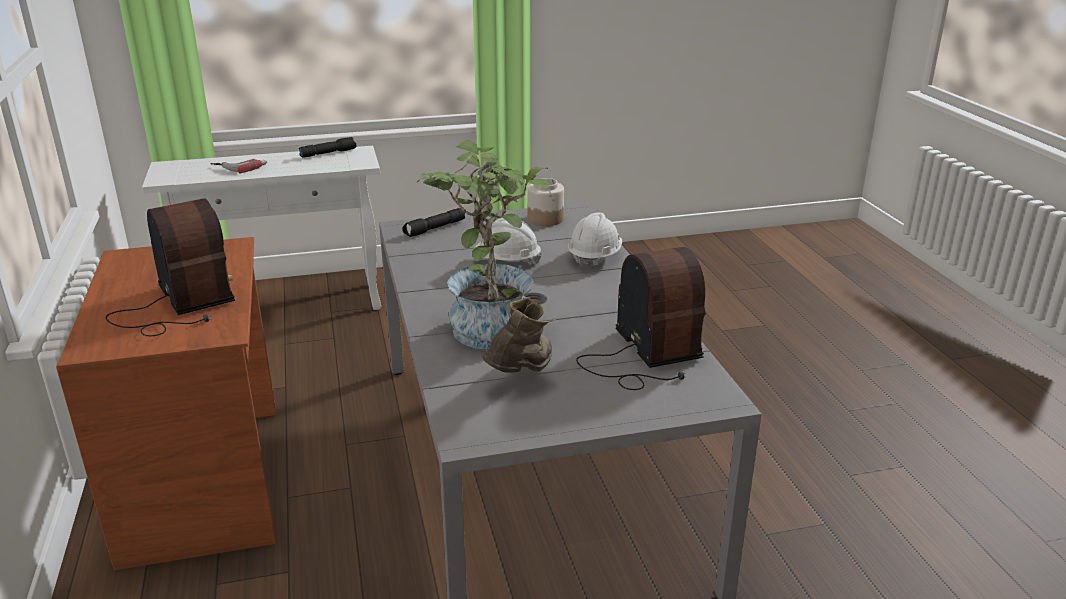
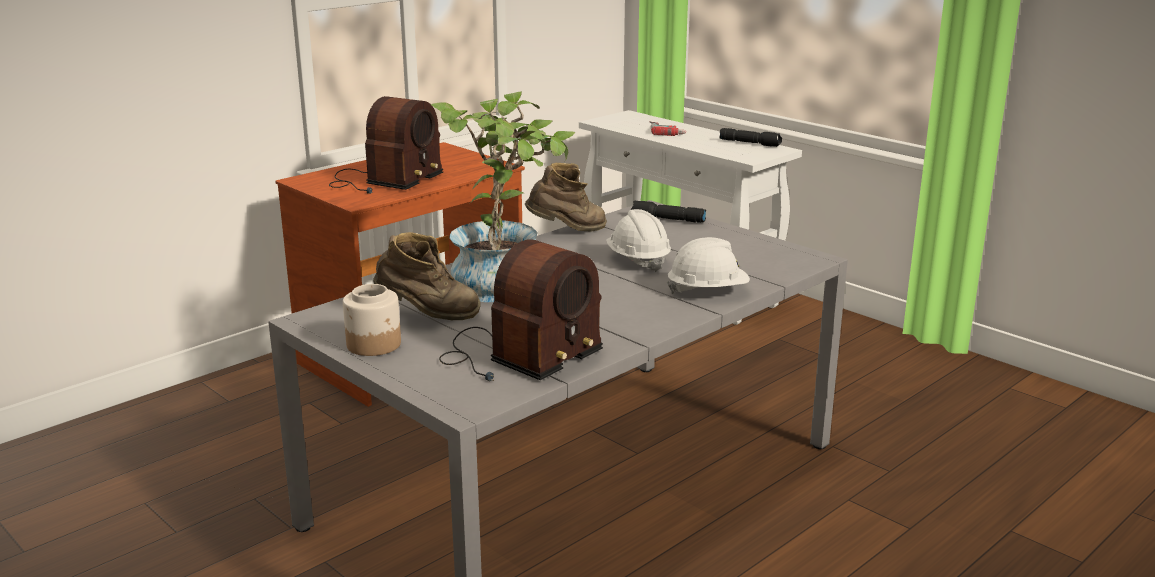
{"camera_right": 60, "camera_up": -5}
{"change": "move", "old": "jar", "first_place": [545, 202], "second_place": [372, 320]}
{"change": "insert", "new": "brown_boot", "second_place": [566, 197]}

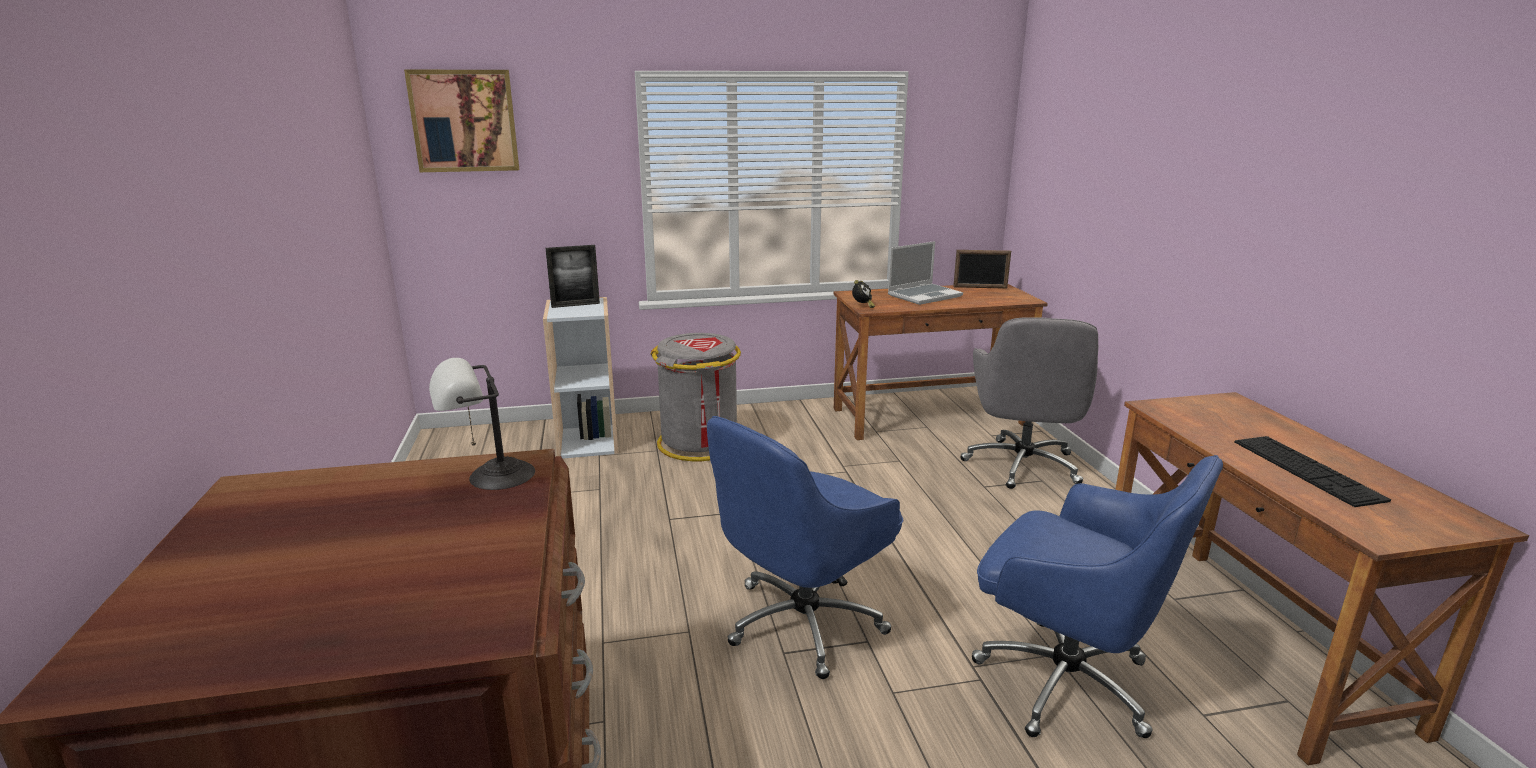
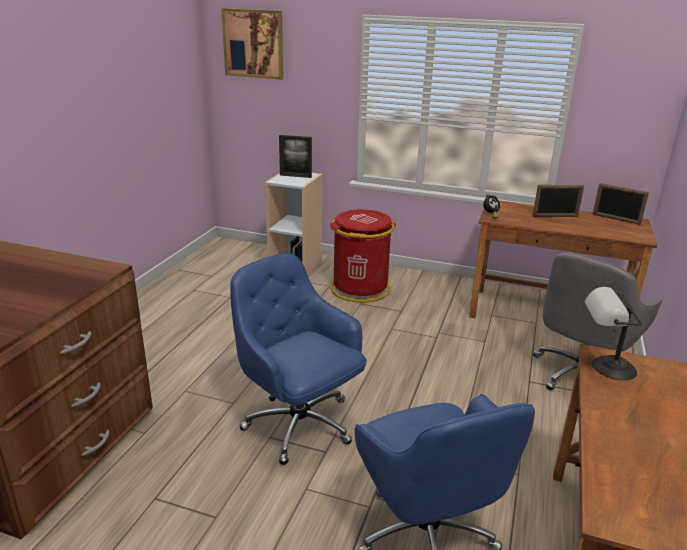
{"camera_right": 30, "camera_up": 5}
{"change": "move", "old": "table_lamp", "first_place": [482, 424], "second_place": [613, 333]}
{"change": "recolor", "old": "grey_trash_can", "new": "red_trash_can", "first_place": [695, 397], "second_place": [363, 256]}
{"change": "rotate", "old": "blue_office_chair", "first_place": [805, 547], "second_place": [298, 359], "degrees": 60}
{"change": "replace", "old": "laptop", "new": "picture_frame", "first_place": [925, 273], "second_place": [558, 201]}
{"change": "delete", "old": "keyboard", "first_place": [1313, 471]}

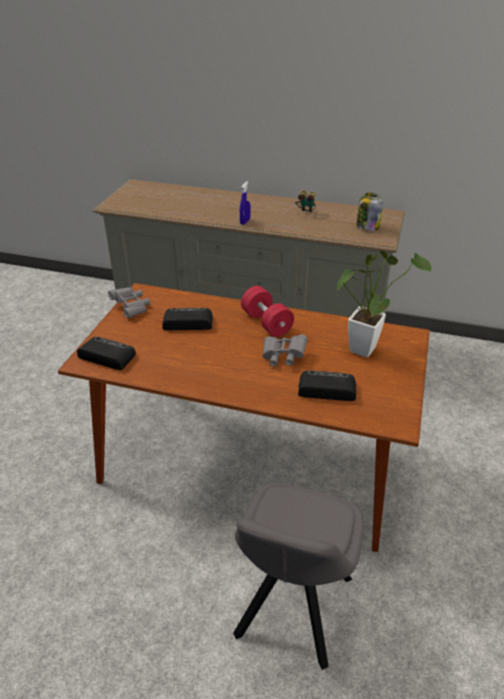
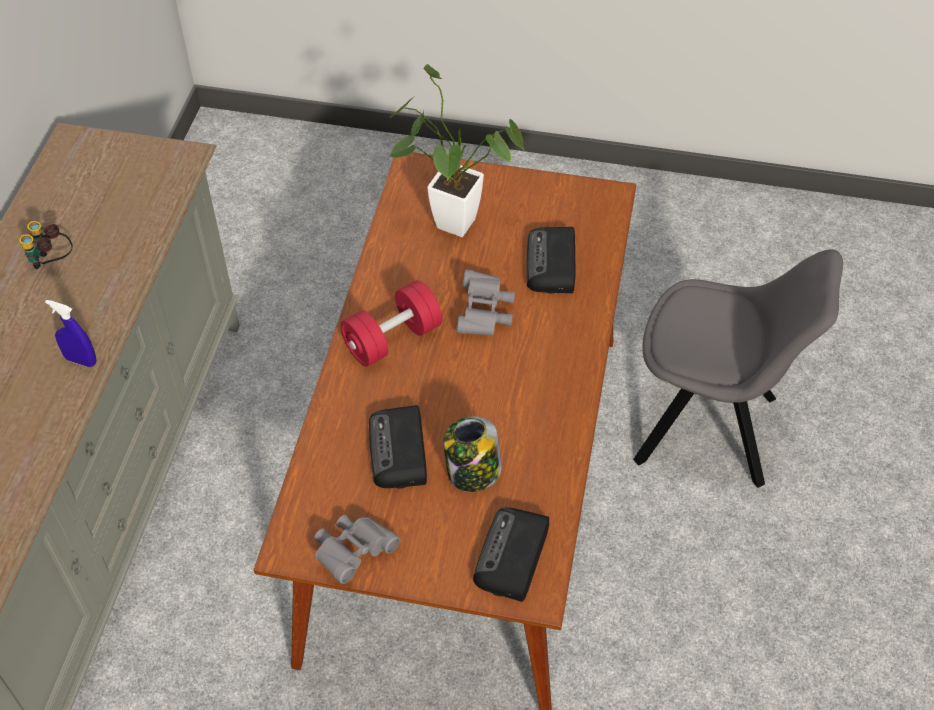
{"camera_right": -95, "camera_up": 15}
{"change": "move", "old": "jar", "first_place": [369, 212], "second_place": [472, 454]}

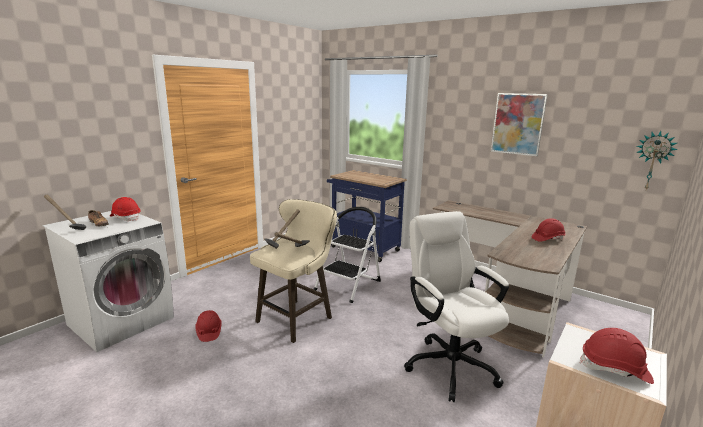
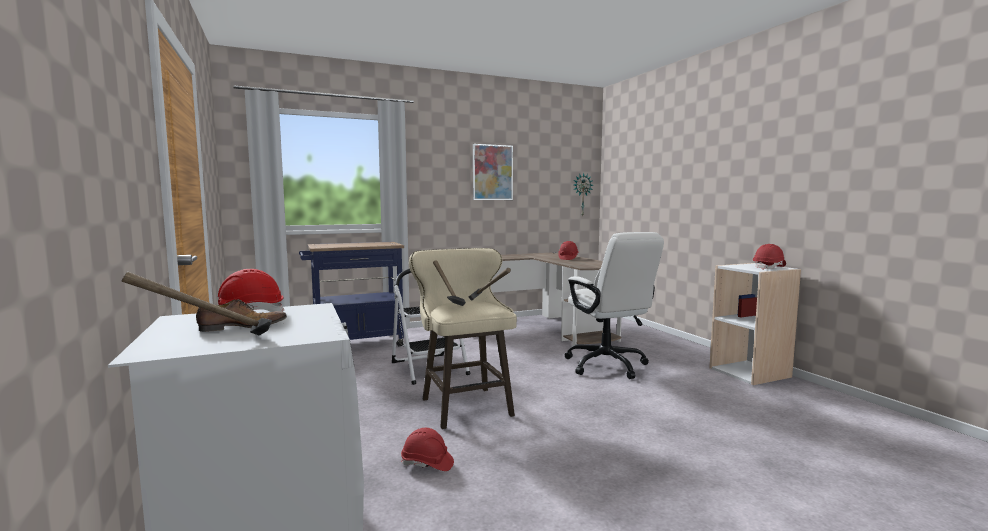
{"camera_right": -60, "camera_up": -10}
{"change": "rotate", "old": "white_office_chair", "first_place": [456, 306], "second_place": [614, 305], "degrees": -120}

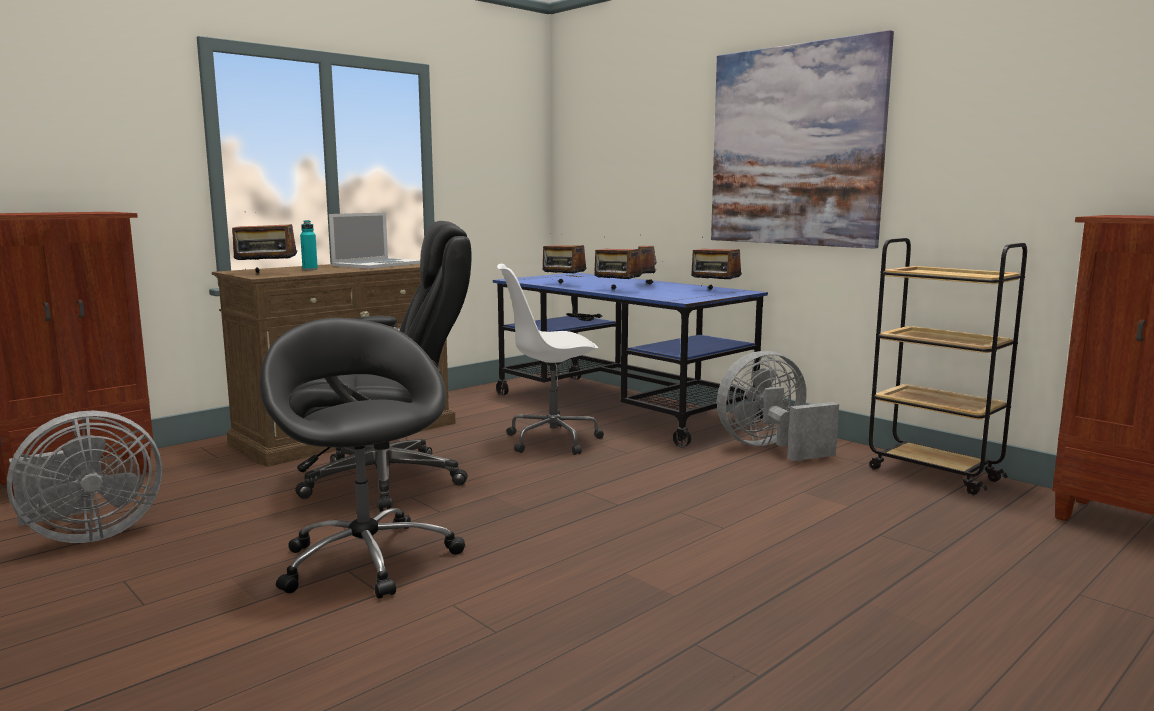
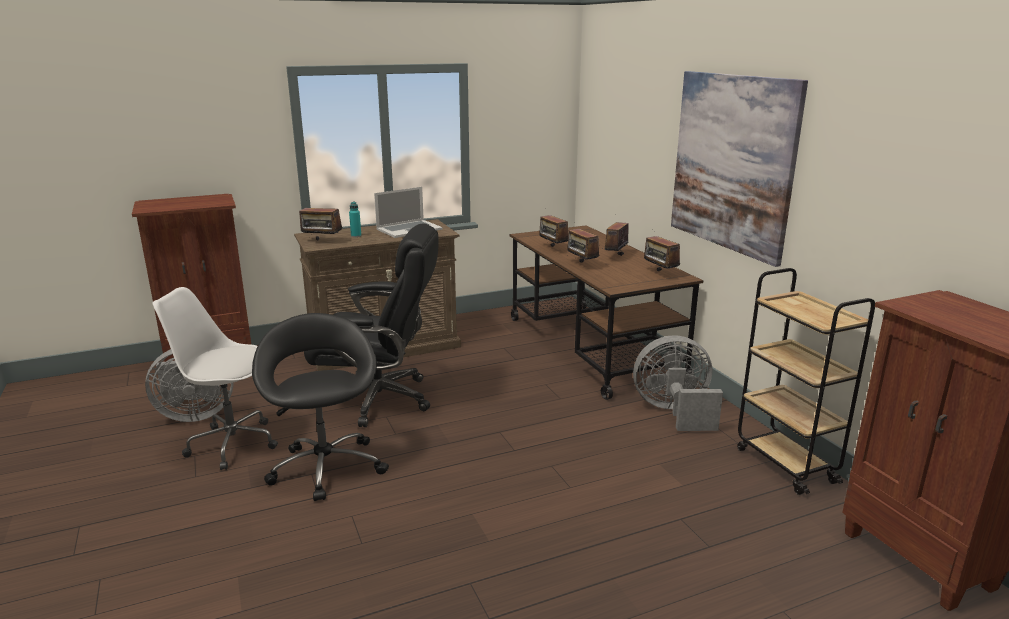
{"camera_right": 20, "camera_up": 10}
{"change": "recolor", "old": "blue_desk", "new": "brown_desk", "first_place": [630, 360], "second_place": [606, 312]}
{"change": "move", "old": "white_office_chair", "first_place": [550, 359], "second_place": [215, 378]}

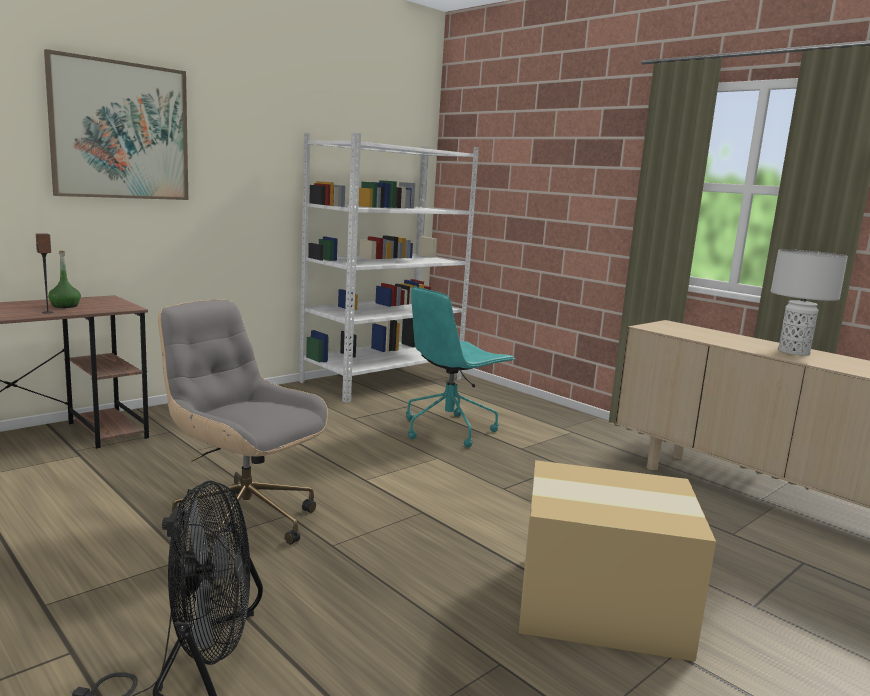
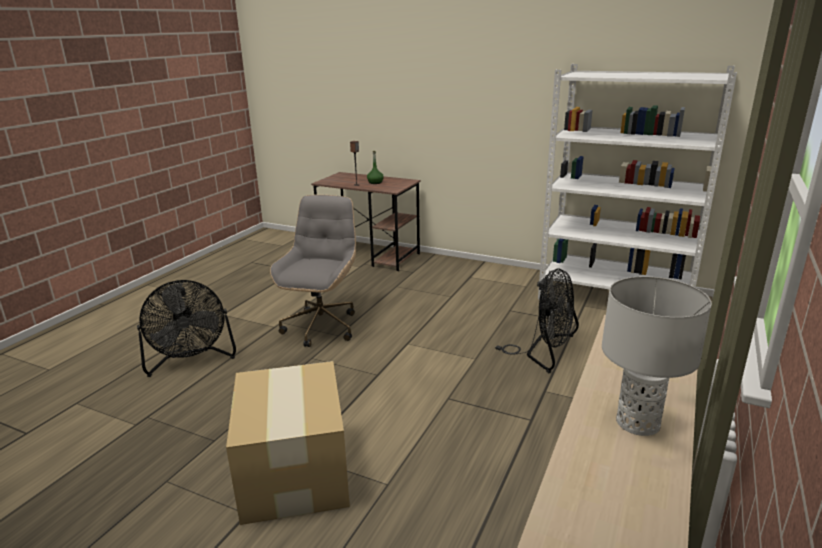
{"camera_right": 70, "camera_up": 10}
{"change": "delete", "old": "picture", "first_place": [116, 124]}
{"change": "replace", "old": "turquoise_office_chair", "new": "black_fan", "first_place": [460, 367], "second_place": [537, 320]}

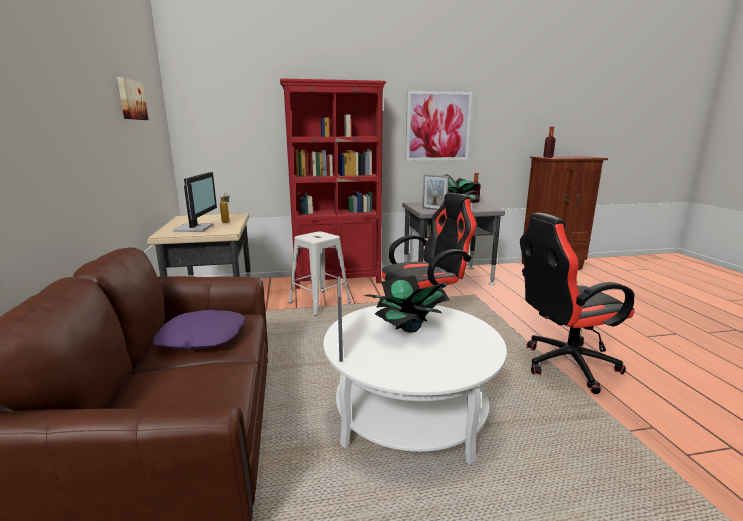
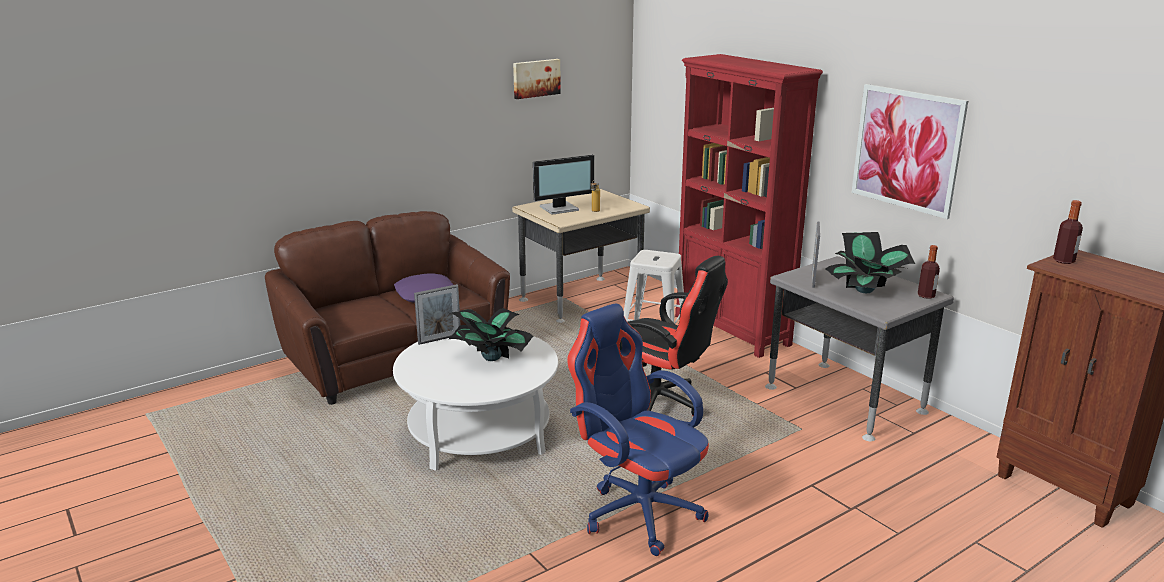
{"camera_right": 65, "camera_up": 5}
{"change": "recolor", "old": "black_office_chair", "new": "blue_office_chair", "first_place": [577, 303], "second_place": [638, 430]}

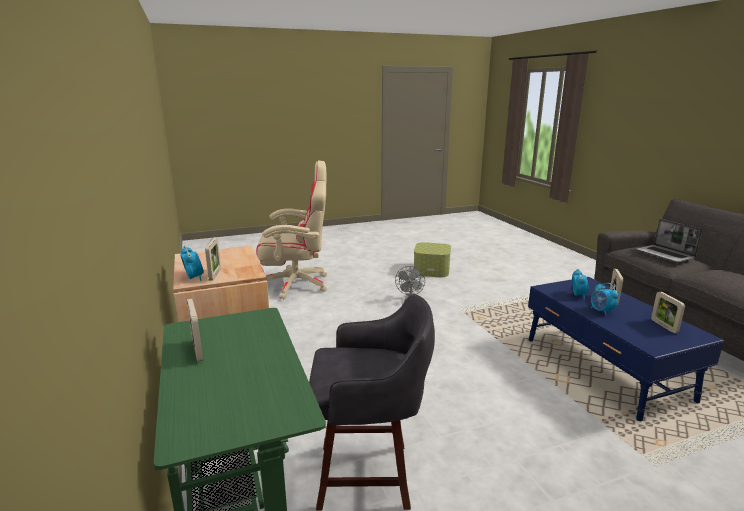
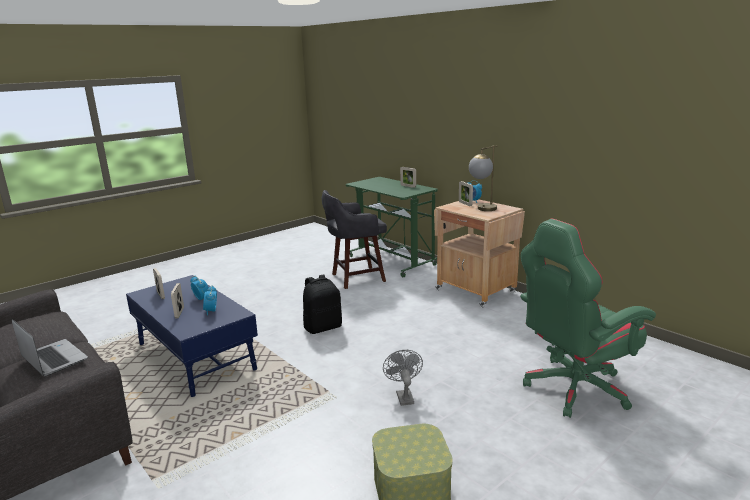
{"camera_right": 160, "camera_up": 0}
{"change": "recolor", "old": "beige_office_chair", "new": "green_office_chair", "first_place": [291, 229], "second_place": [588, 318]}
{"change": "insert", "new": "black_backpack", "second_place": [322, 304]}
{"change": "insert", "new": "table_lamp", "second_place": [483, 178]}

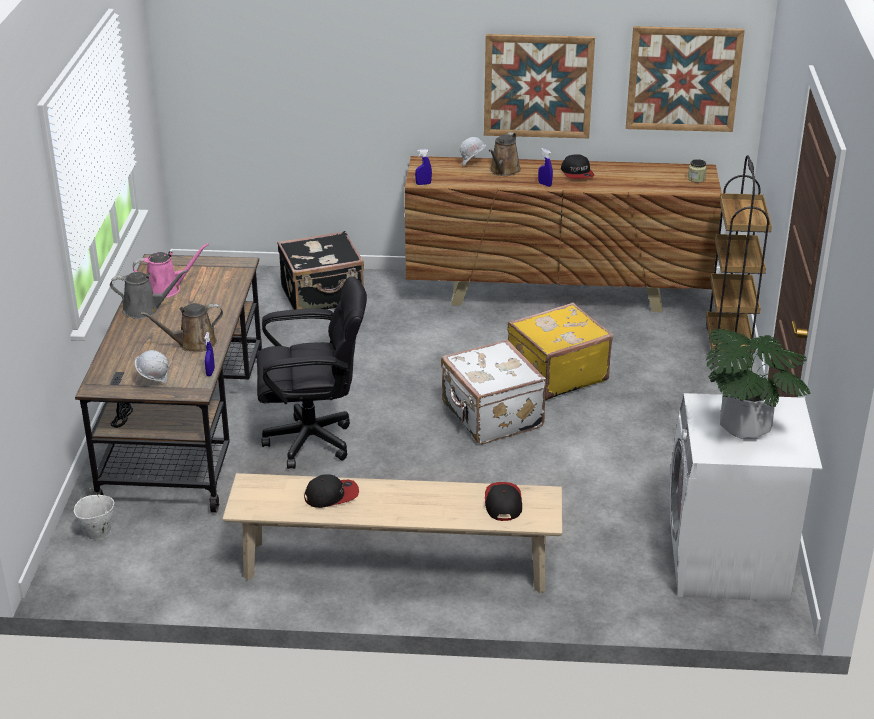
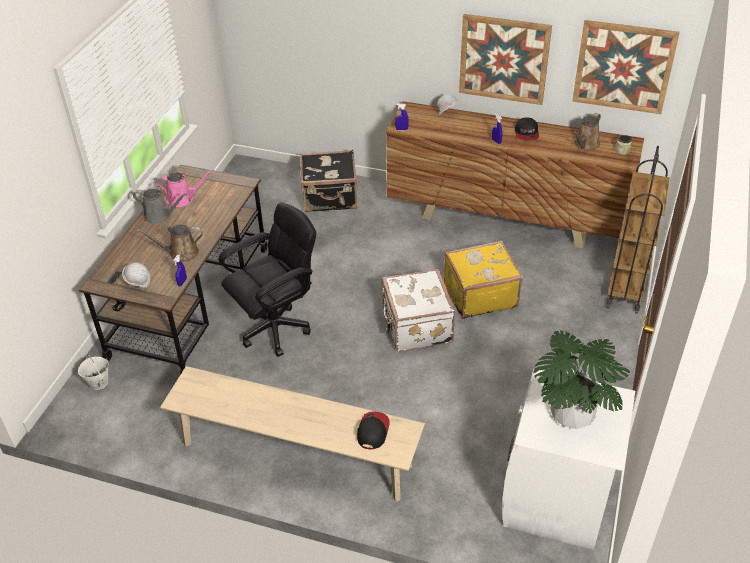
{"camera_right": 15, "camera_up": 10}
{"change": "rotate", "old": "black_office_chair", "first_place": [312, 372], "second_place": [267, 279], "degrees": -45}
{"change": "delete", "old": "cap", "first_place": [331, 491]}
{"change": "move", "old": "brown_watering_can", "first_place": [505, 154], "second_place": [587, 132]}

